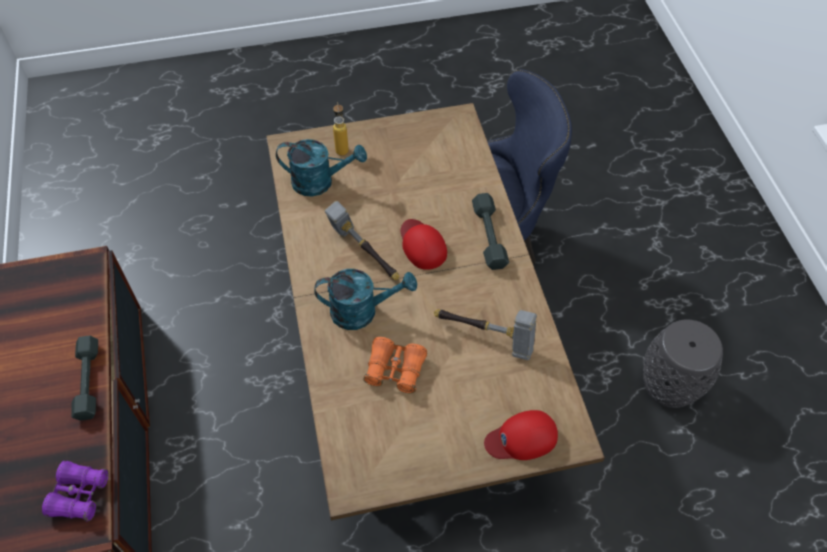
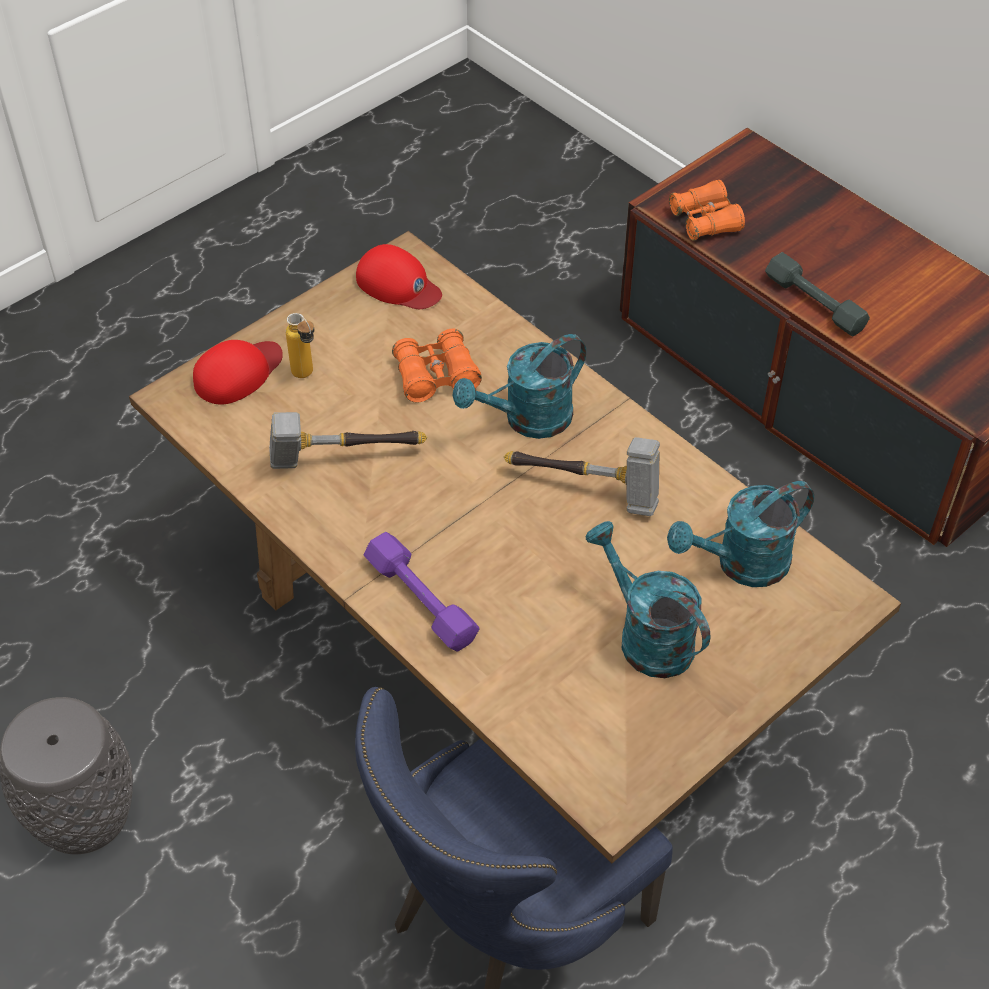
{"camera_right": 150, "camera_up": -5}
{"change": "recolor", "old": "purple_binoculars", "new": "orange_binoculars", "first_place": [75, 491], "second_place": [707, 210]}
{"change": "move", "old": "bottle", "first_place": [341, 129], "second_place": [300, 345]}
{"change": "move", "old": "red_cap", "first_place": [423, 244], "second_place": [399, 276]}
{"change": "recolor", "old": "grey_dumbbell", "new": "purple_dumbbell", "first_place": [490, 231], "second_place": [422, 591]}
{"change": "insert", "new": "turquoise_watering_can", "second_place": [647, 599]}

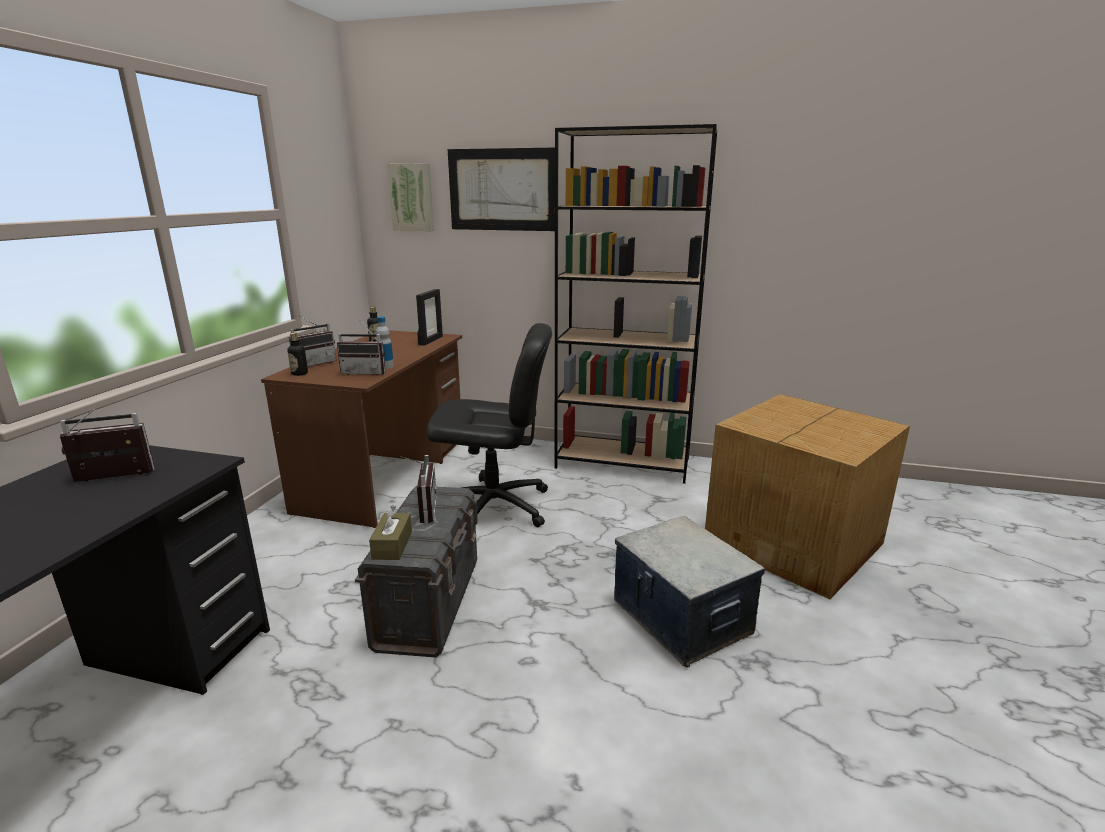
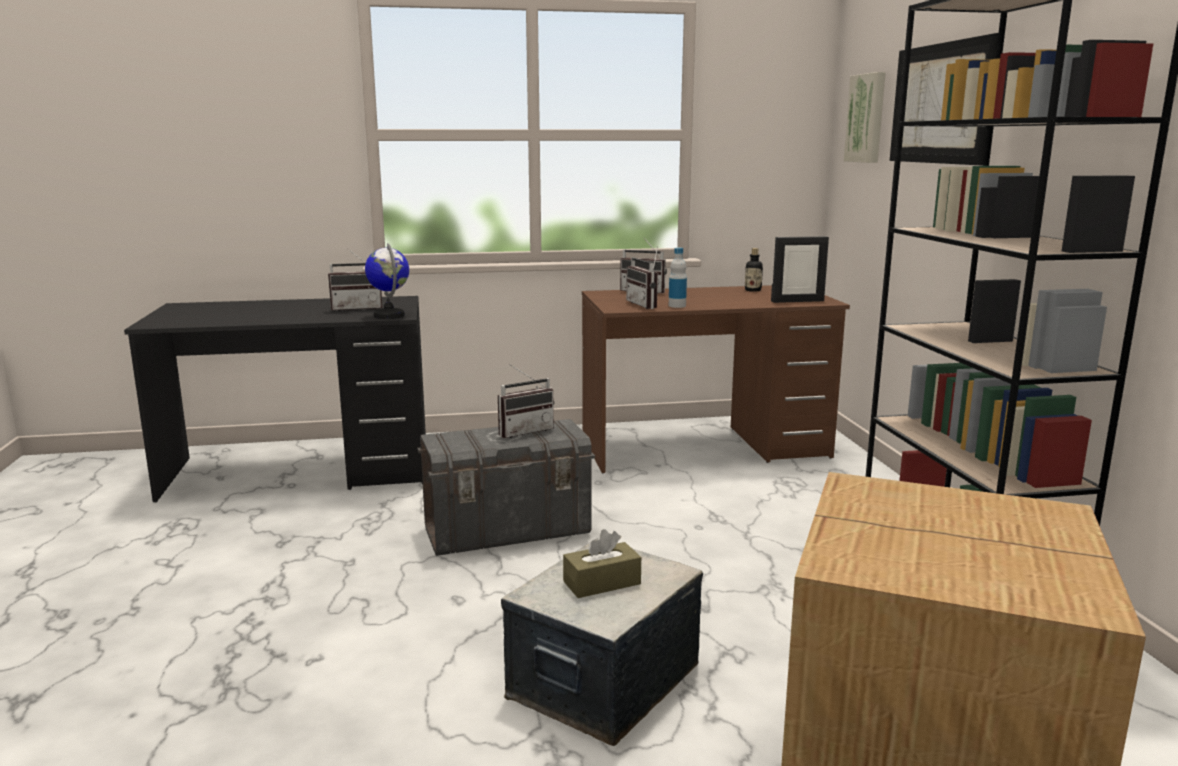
{"camera_right": 65, "camera_up": -5}
{"change": "rotate", "old": "radio", "first_place": [107, 445], "second_place": [355, 279], "degrees": 120}
{"change": "delete", "old": "bottle", "first_place": [297, 354]}
{"change": "move", "old": "brown_tissue_box", "first_place": [390, 532], "second_place": [602, 563]}
{"change": "delete", "old": "black_office_chair", "first_place": [489, 425]}
{"change": "insert", "new": "globe", "second_place": [387, 281]}

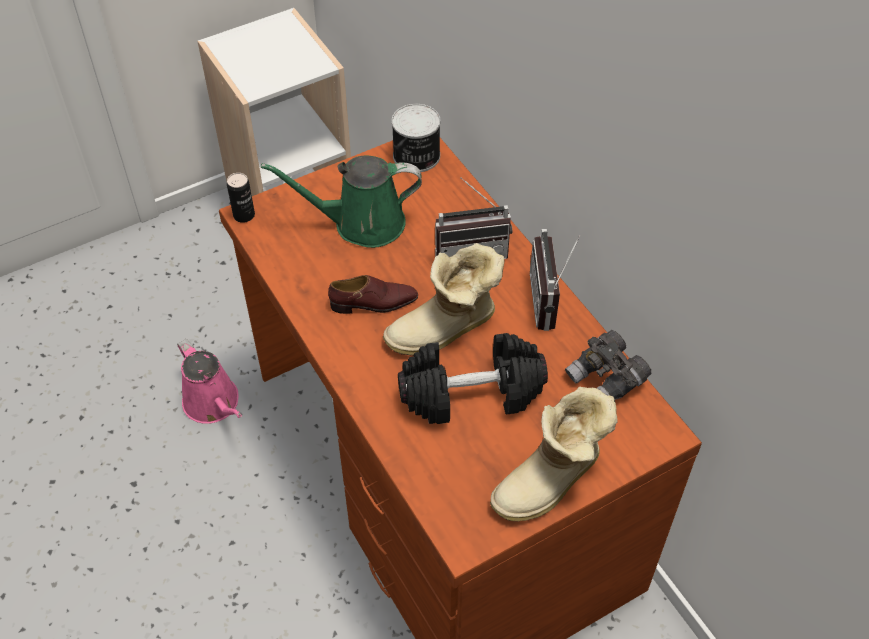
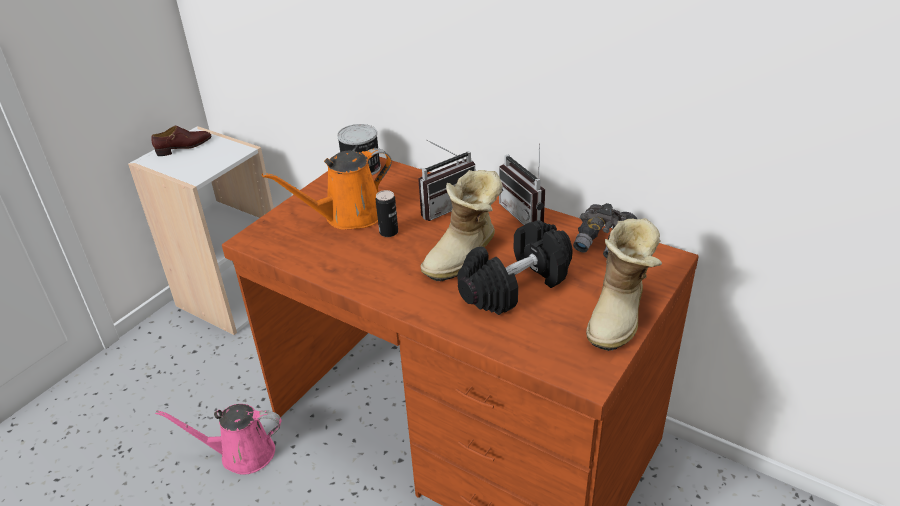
{"camera_right": -25, "camera_up": -15}
{"change": "rotate", "old": "pink_watering_can", "first_place": [209, 381], "second_place": [218, 439], "degrees": 150}
{"change": "move", "old": "can", "first_place": [241, 198], "second_place": [386, 213]}
{"change": "recolor", "old": "green_watering_can", "new": "orange_watering_can", "first_place": [341, 202], "second_place": [327, 189]}
{"change": "move", "old": "brown_shoe", "first_place": [373, 294], "second_place": [181, 141]}

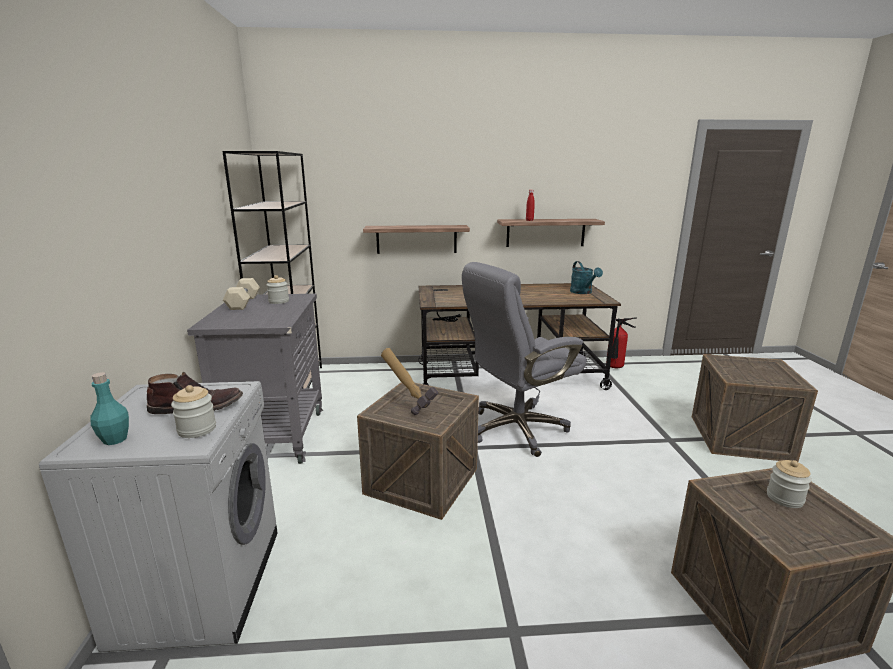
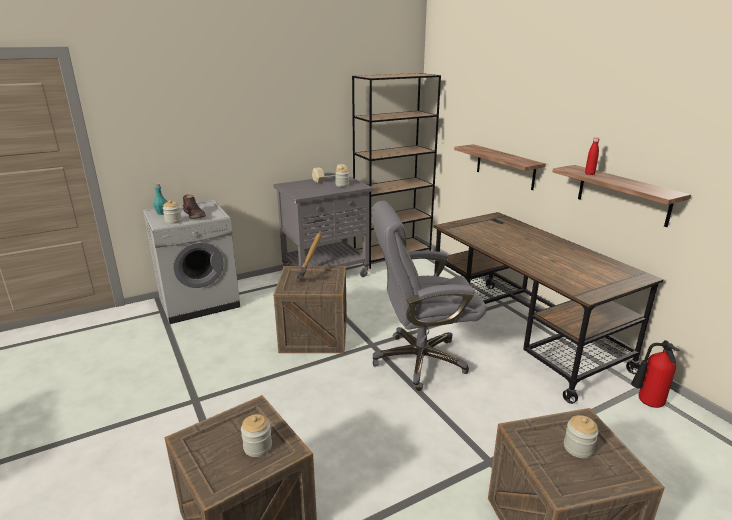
{"camera_right": 65, "camera_up": 5}
{"change": "rotate", "old": "grey_office_chair", "first_place": [524, 359], "second_place": [429, 296], "degrees": -45}
{"change": "delete", "old": "turquoise_watering_can", "first_place": [586, 277]}
{"change": "insert", "new": "jar", "second_place": [581, 436]}

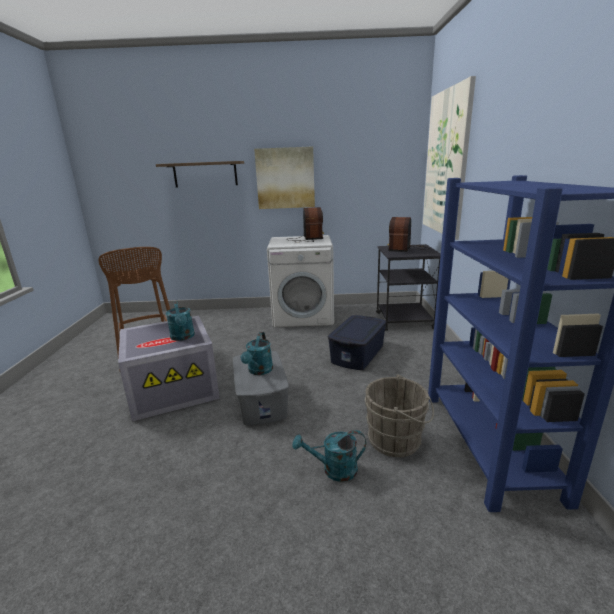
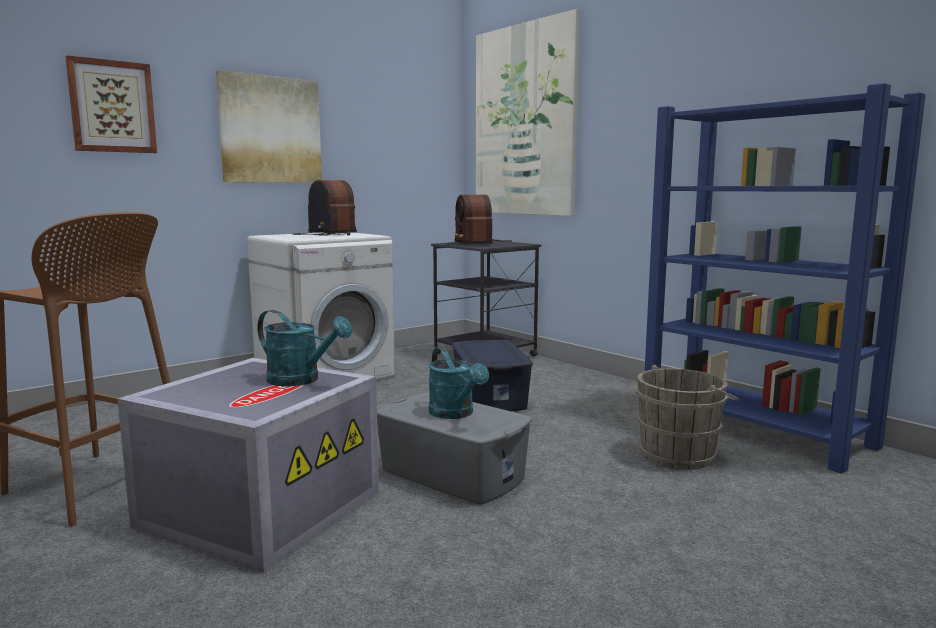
{"camera_right": -40, "camera_up": -10}
{"change": "replace", "old": "shelf", "new": "picture", "first_place": [200, 174], "second_place": [111, 104]}
{"change": "delete", "old": "turquoise_watering_can", "first_place": [329, 456]}

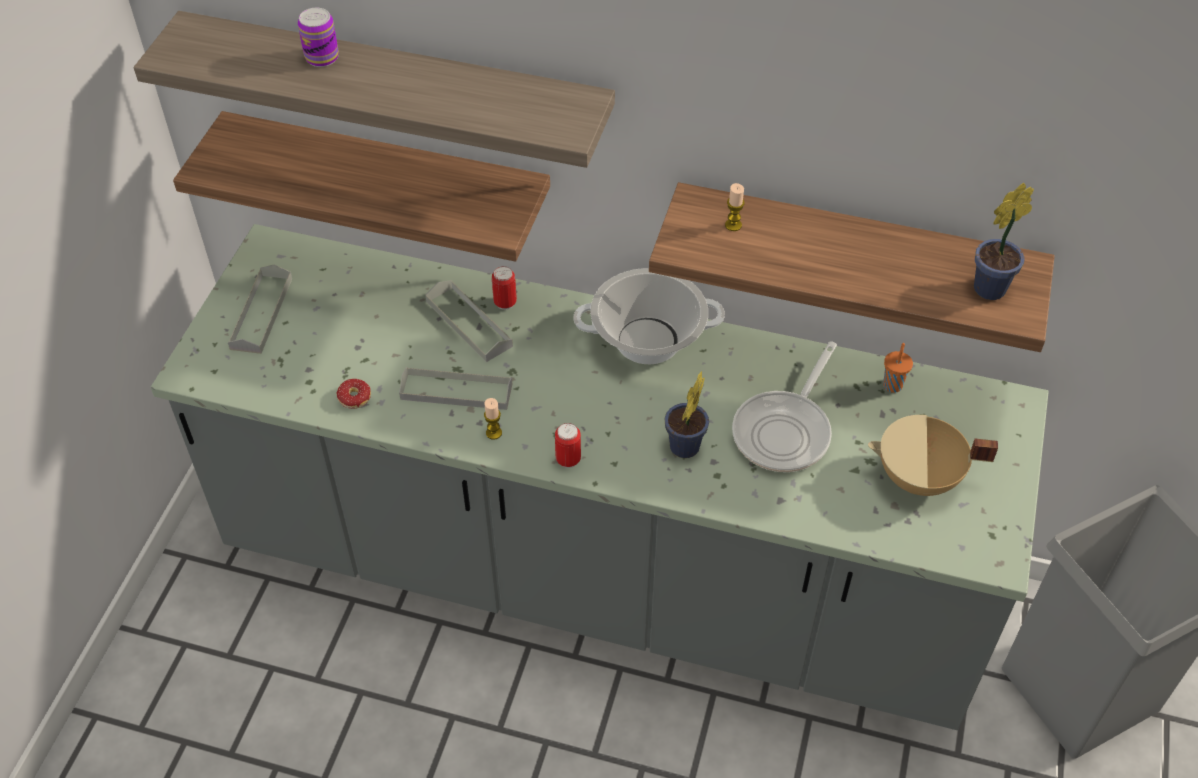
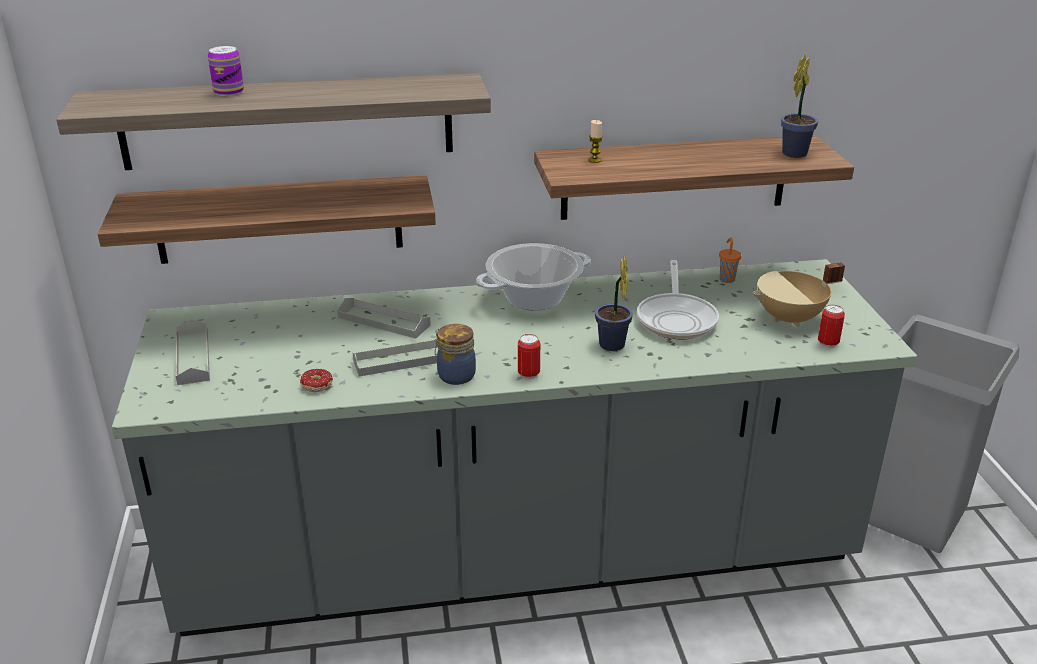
{"camera_right": -25, "camera_up": -20}
{"change": "replace", "old": "candle", "new": "jar", "first_place": [493, 419], "second_place": [455, 354]}
{"change": "move", "old": "can", "first_place": [504, 288], "second_place": [831, 326]}

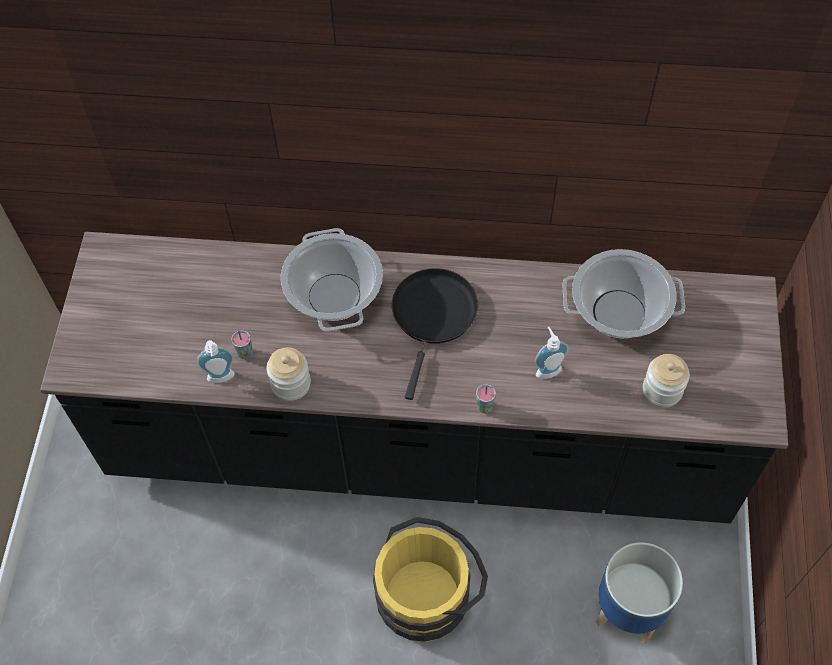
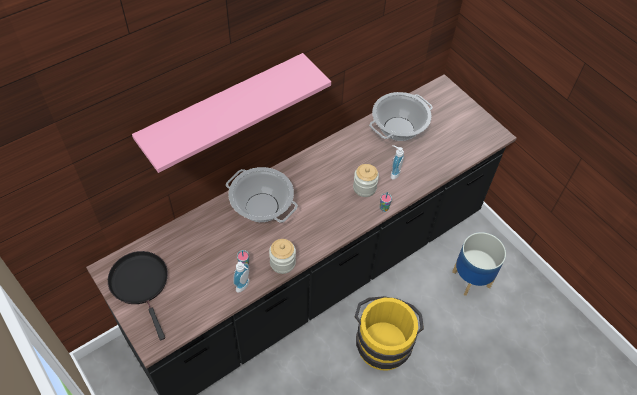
{"camera_right": -45, "camera_up": -5}
{"change": "move", "old": "black_frying_pan", "first_place": [435, 334], "second_place": [138, 295]}
{"change": "move", "old": "jar", "first_place": [666, 381], "second_place": [366, 180]}
{"change": "insert", "new": "pink_shelf", "second_place": [231, 113]}

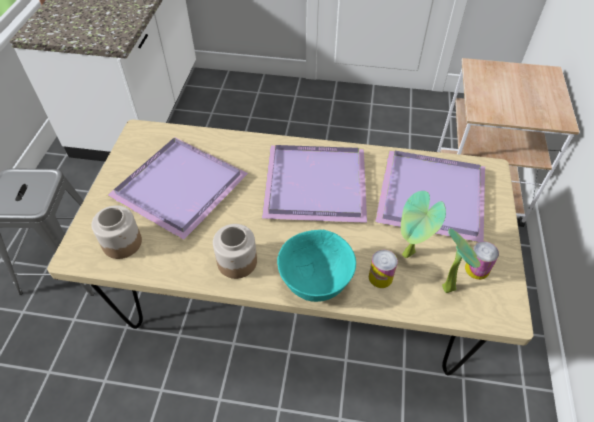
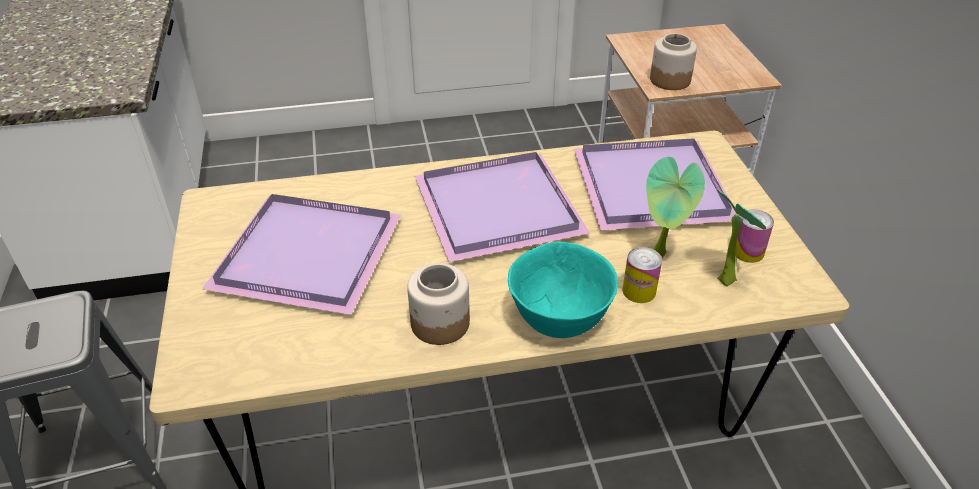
{"camera_right": -20, "camera_up": -10}
{"change": "move", "old": "jar", "first_place": [116, 232], "second_place": [673, 61]}

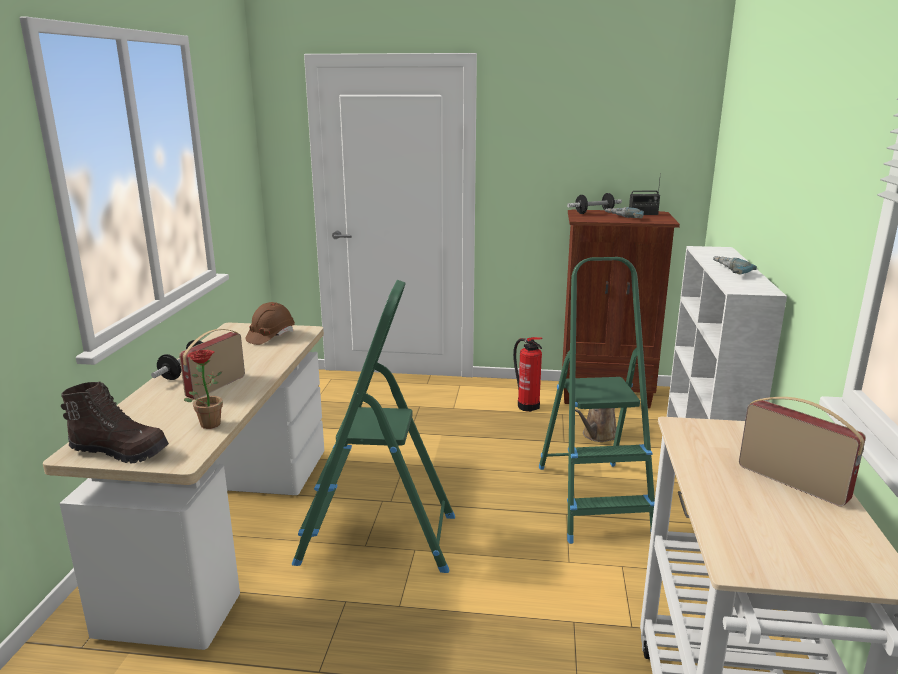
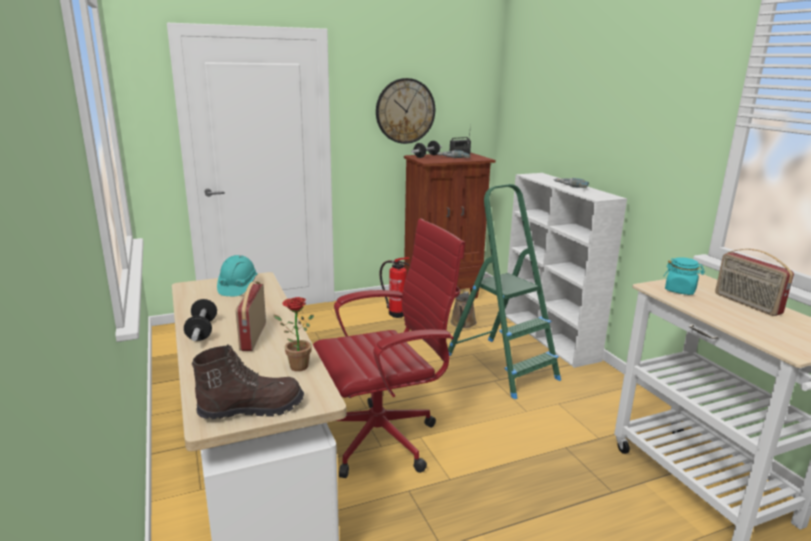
{"camera_right": -30, "camera_up": 0}
{"change": "recolor", "old": "brown_hard_hat", "new": "turquoise_hard_hat", "first_place": [270, 323], "second_place": [237, 275]}
{"change": "replace", "old": "green_step_ladder", "new": "red_office_chair", "first_place": [373, 426], "second_place": [389, 348]}
{"change": "rotate", "old": "radio", "first_place": [802, 451], "second_place": [754, 282], "degrees": -135}
{"change": "insert", "new": "wall_clock", "second_place": [405, 111]}
{"change": "insert", "new": "turquoise_jar", "second_place": [684, 276]}

